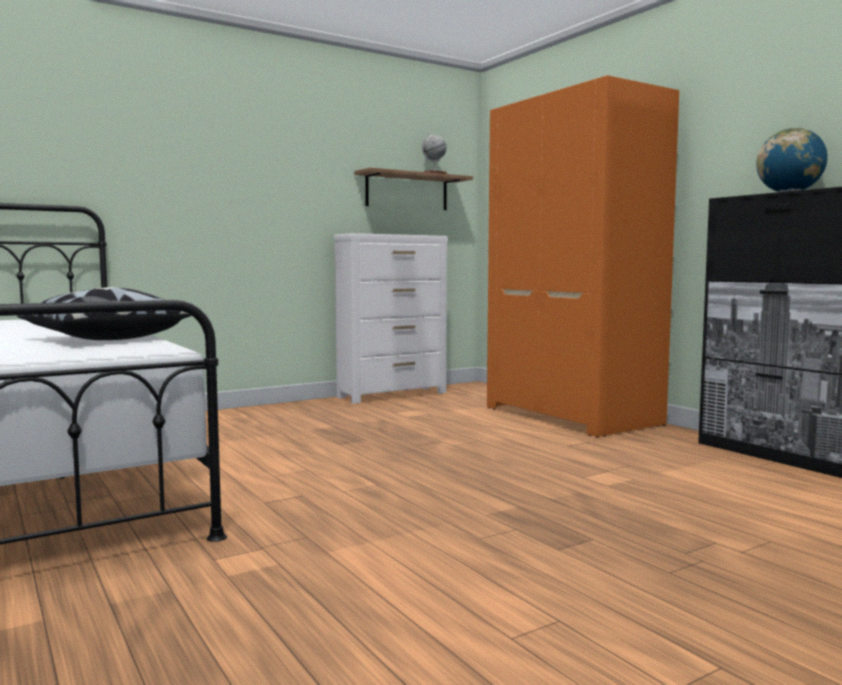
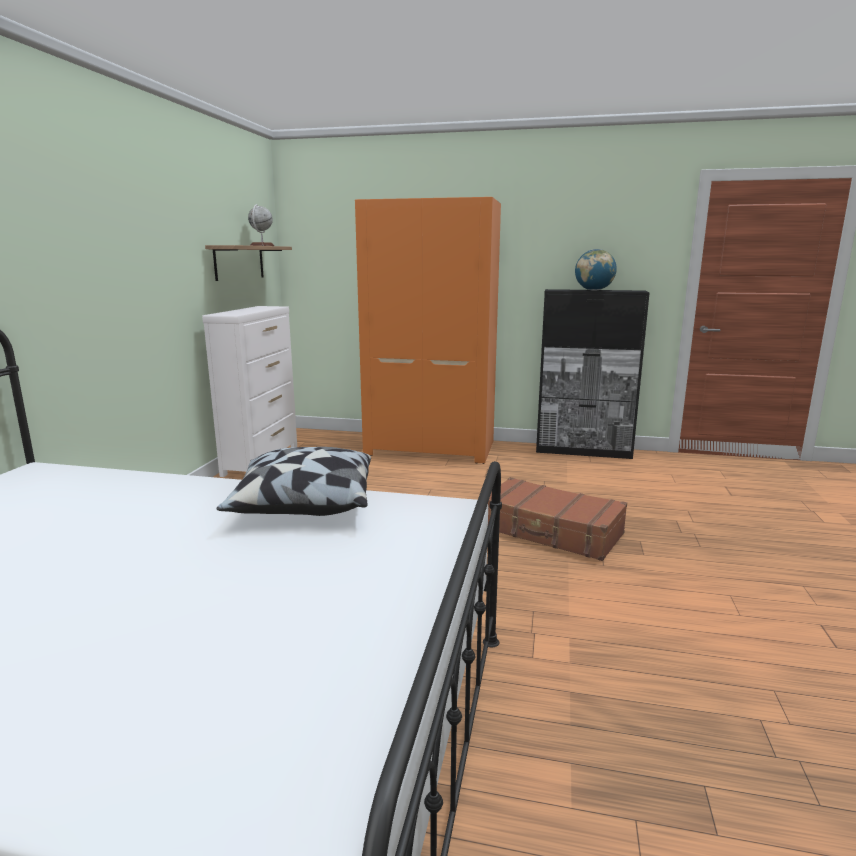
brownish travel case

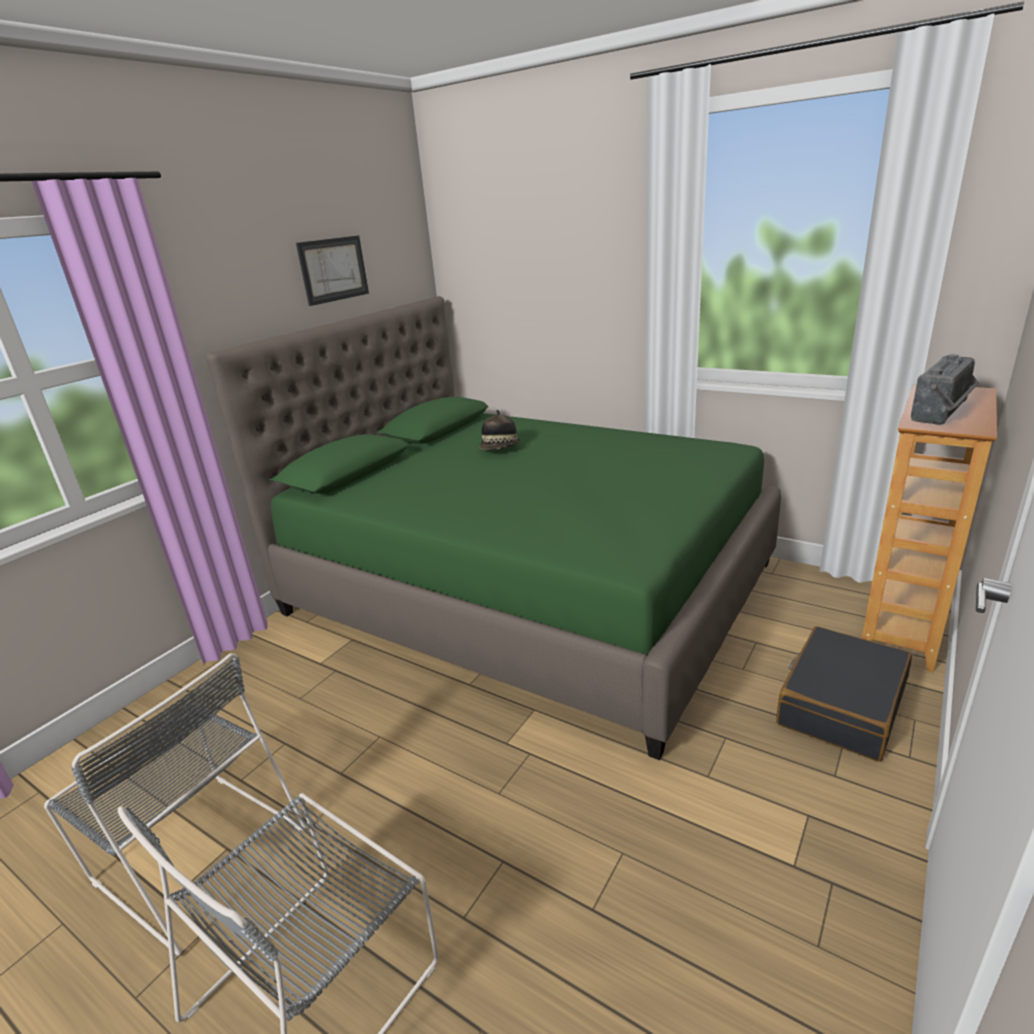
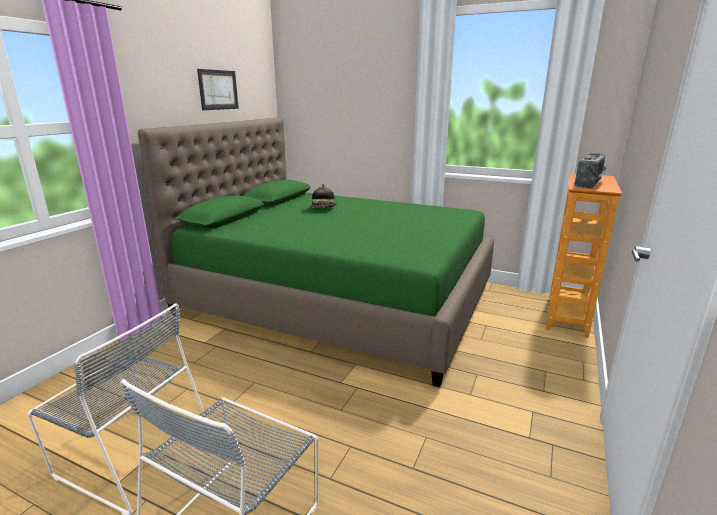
black travel case

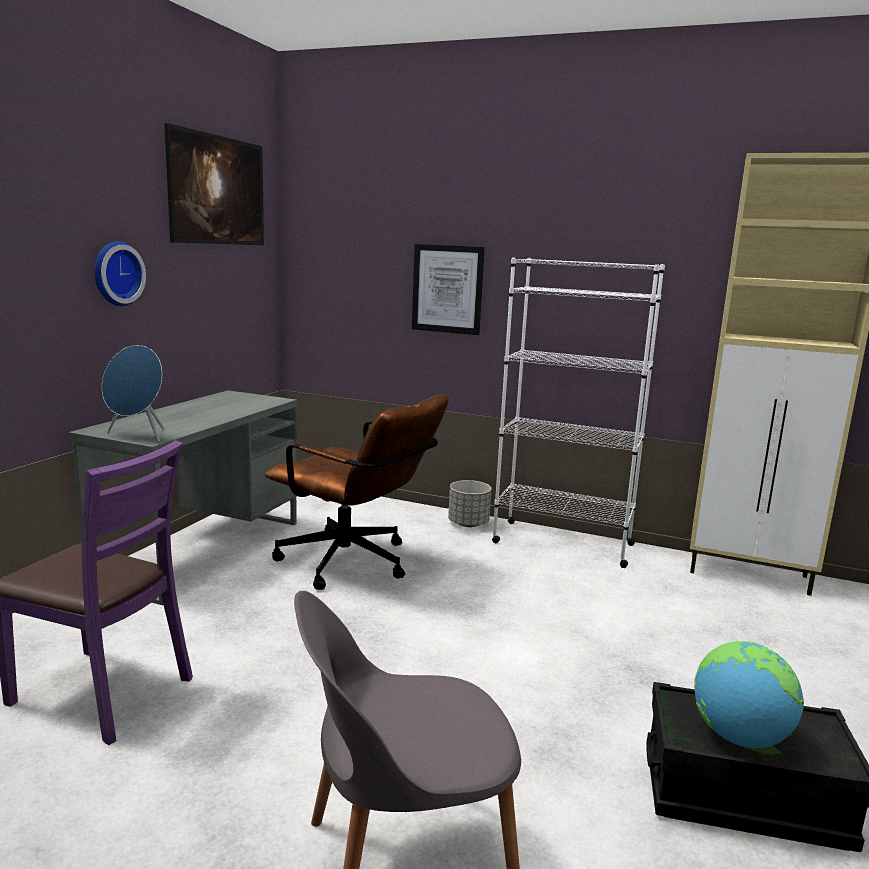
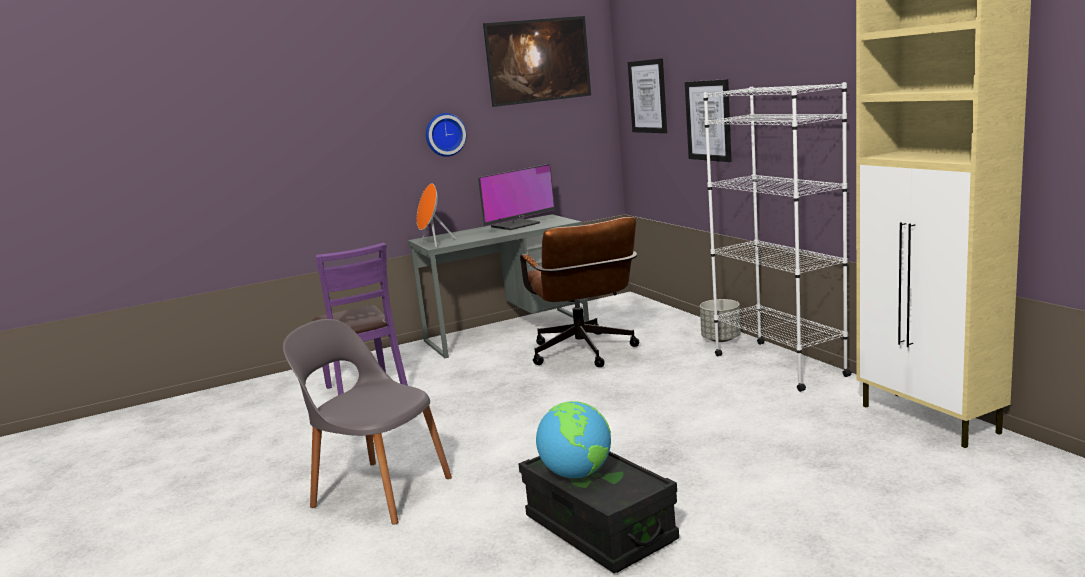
monitor; wall art (no. 2 from left); orange audio speaker

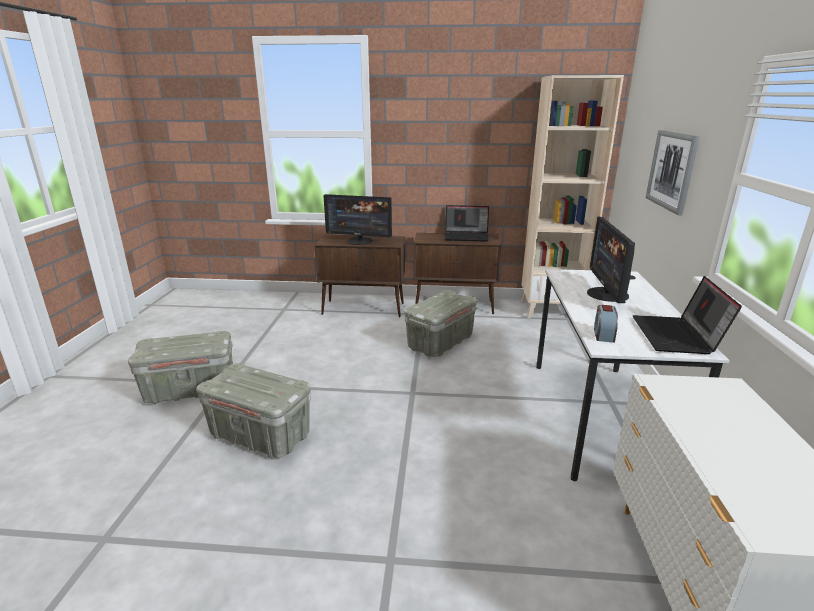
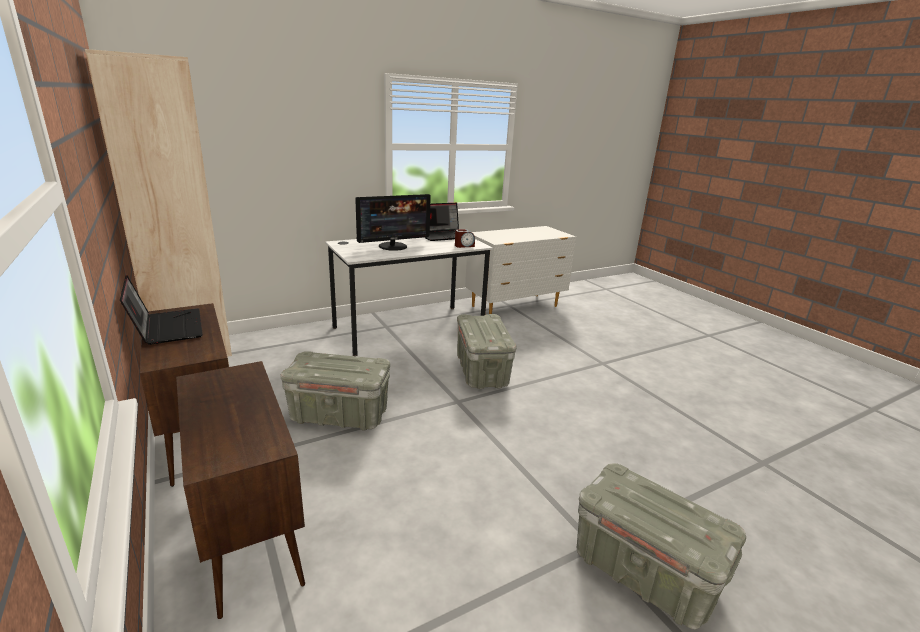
monitor (no. 1 from left in the first image); wall art; grey storage box (no. 2 from left)

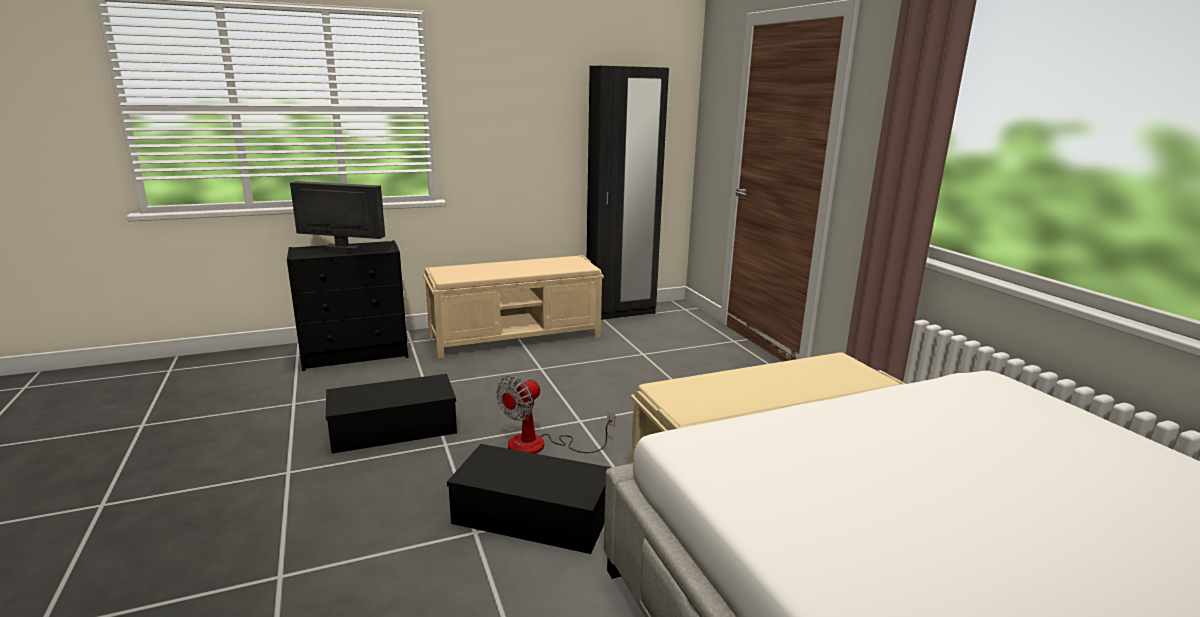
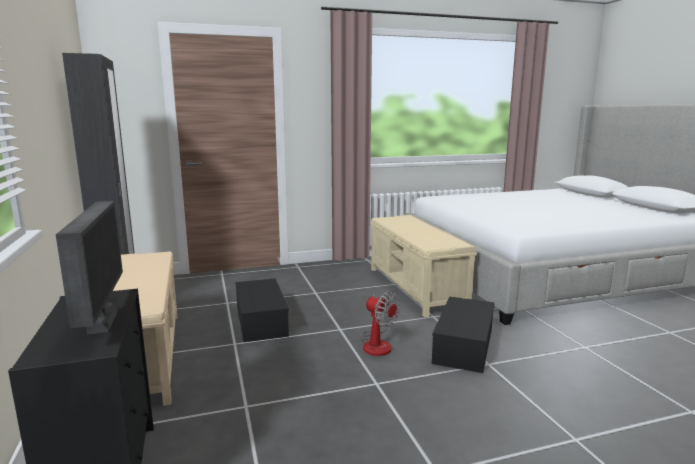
black storage box (no. 1 from left); monitor

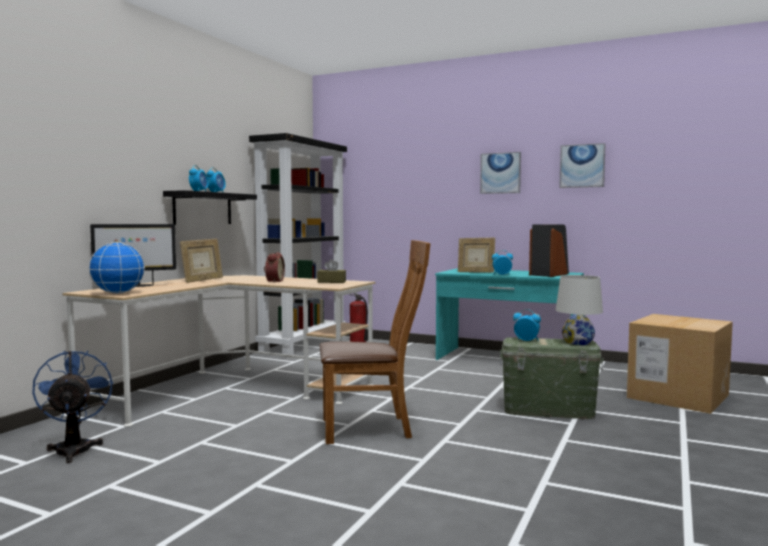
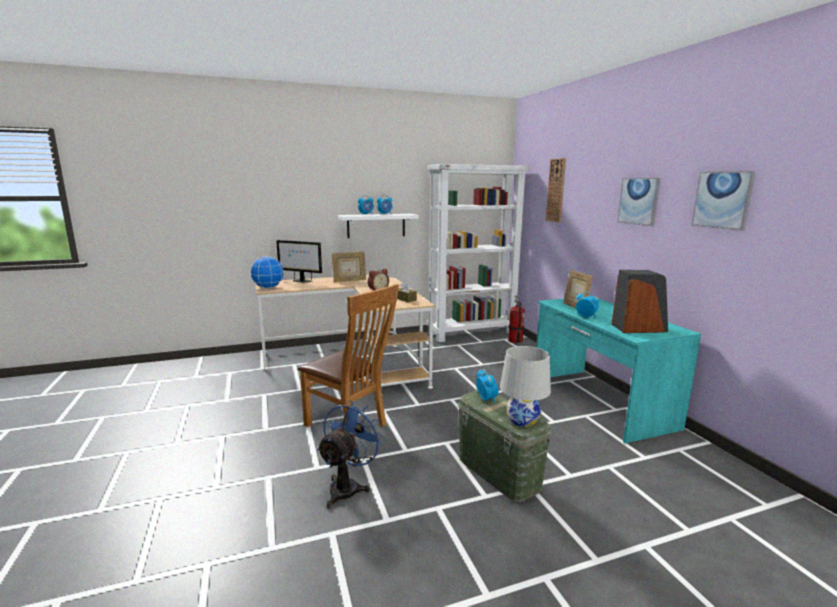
cardboard box; clock on the wall; blue cooling fan; white wall shelf; white bookshelf

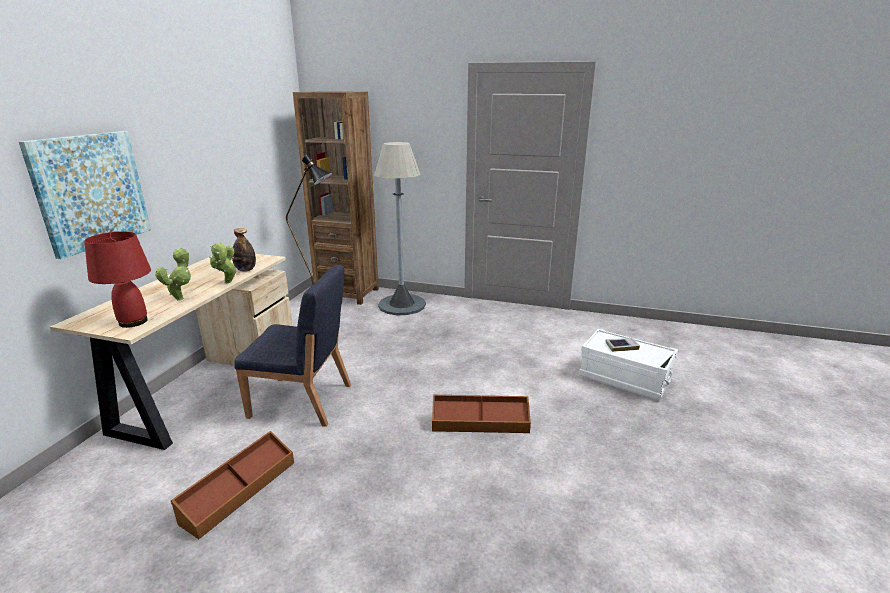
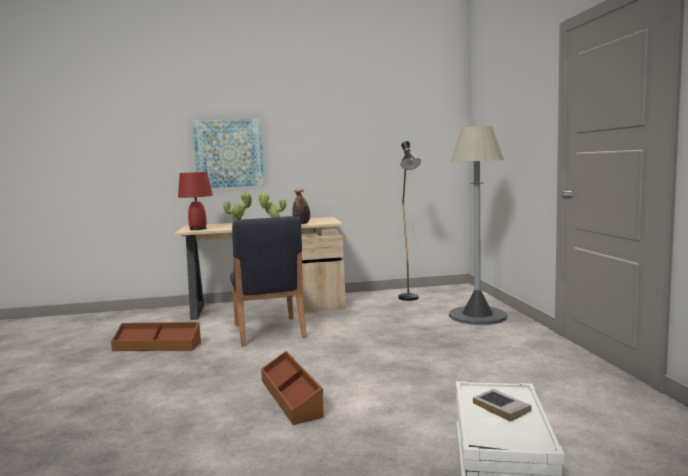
brownish bookshelf

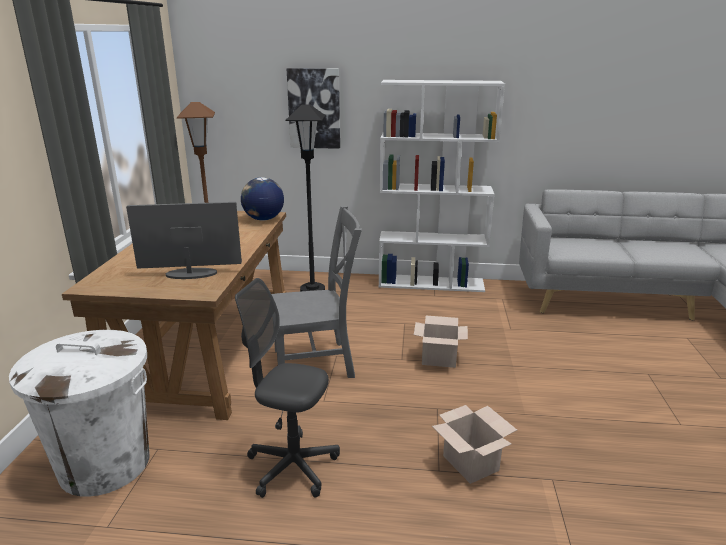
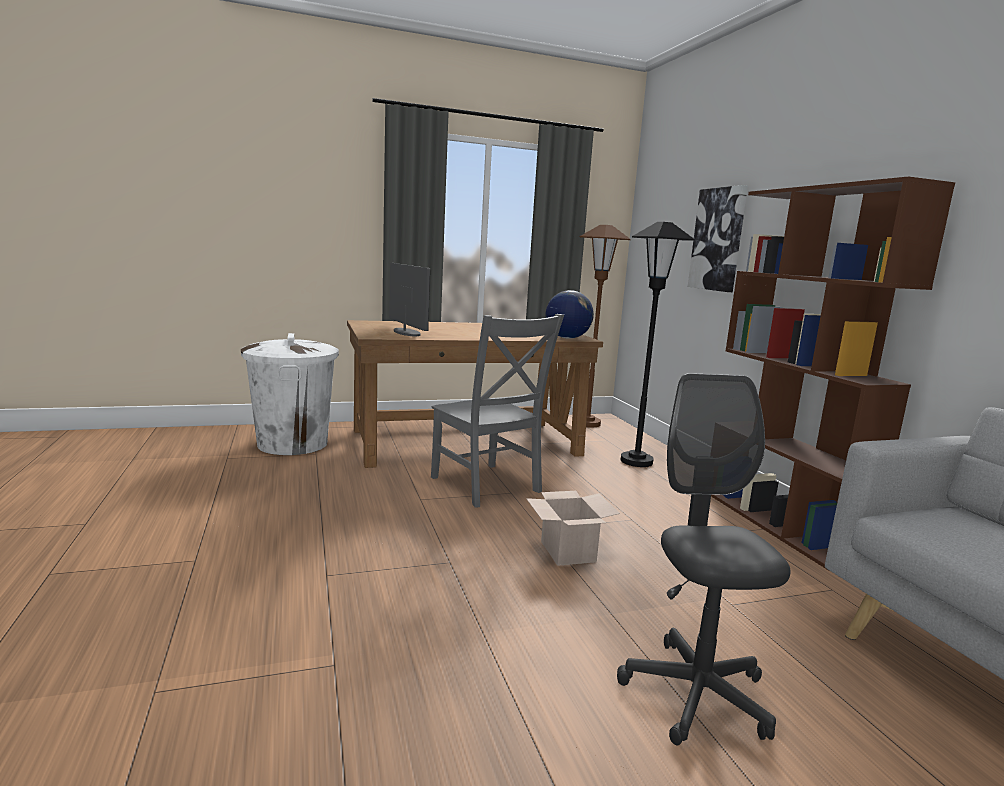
cardboard box (no. 2 from left in the first image); grey computer chair; brownish bookshelf

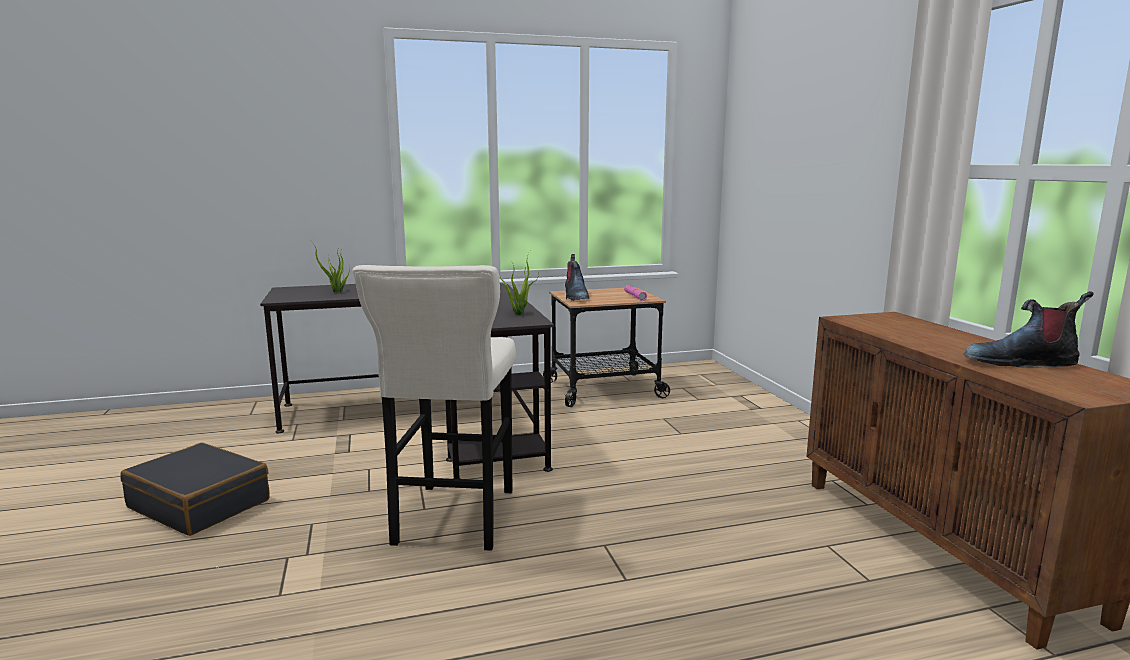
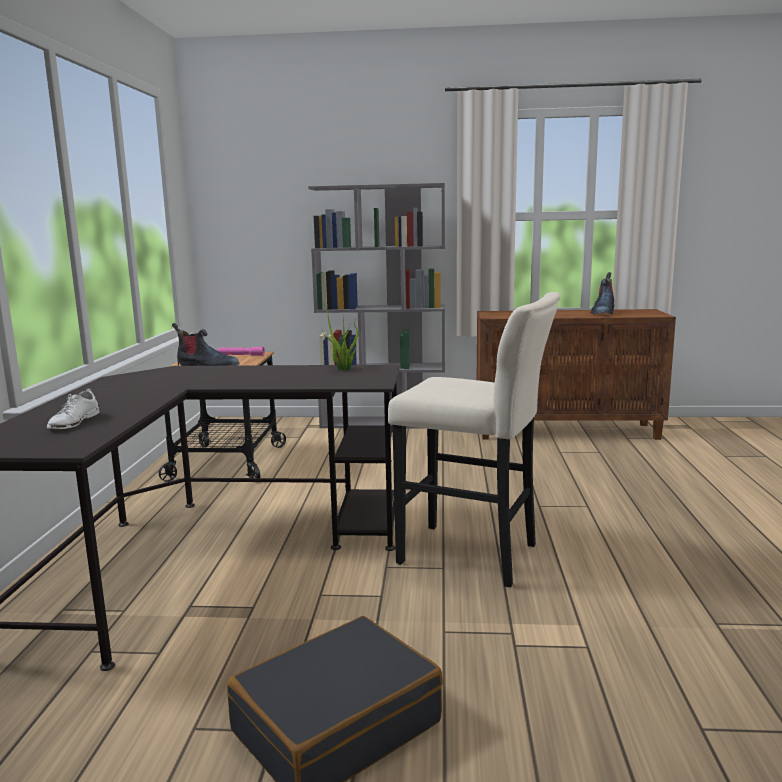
grey bookshelf; white shoe

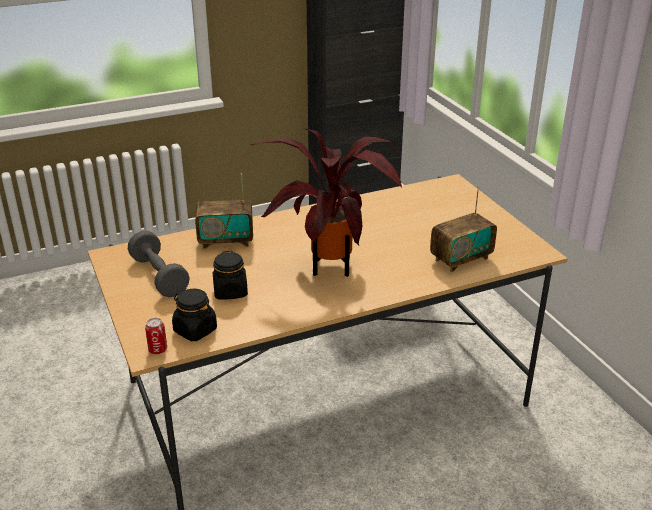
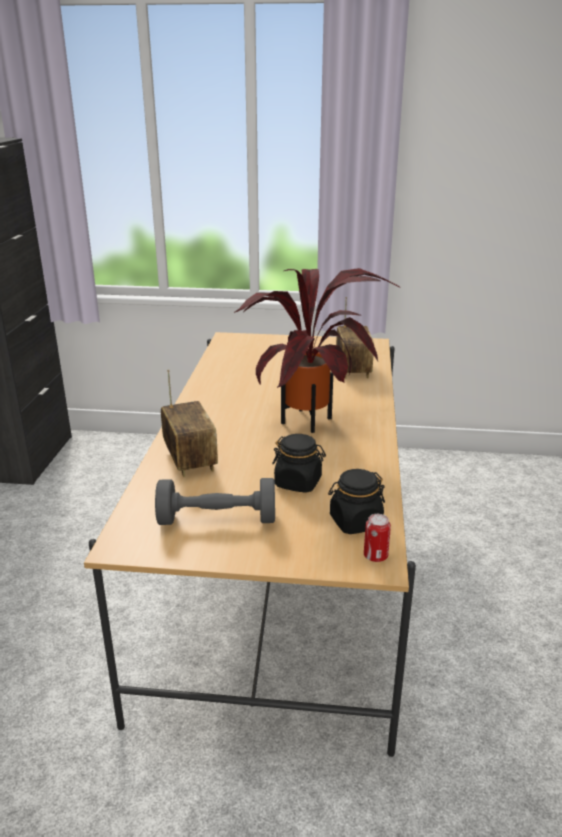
radio set (no. 1 from left)

